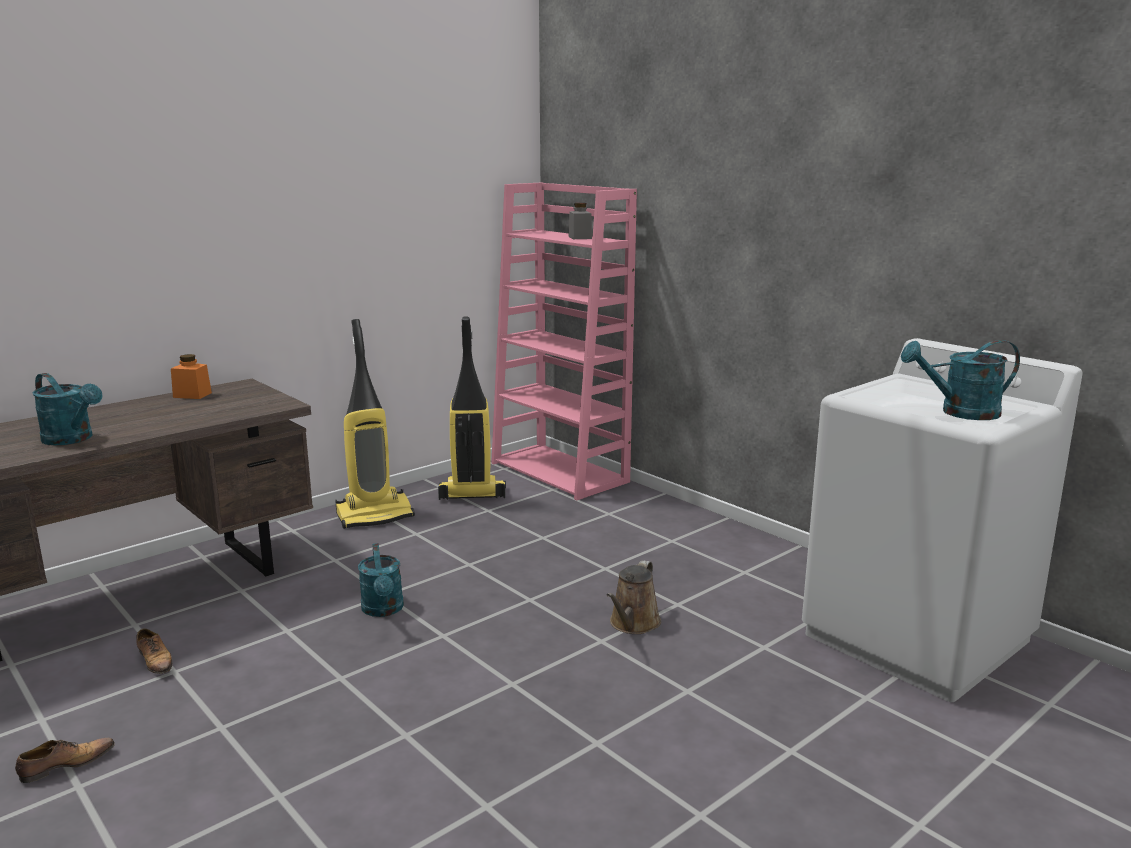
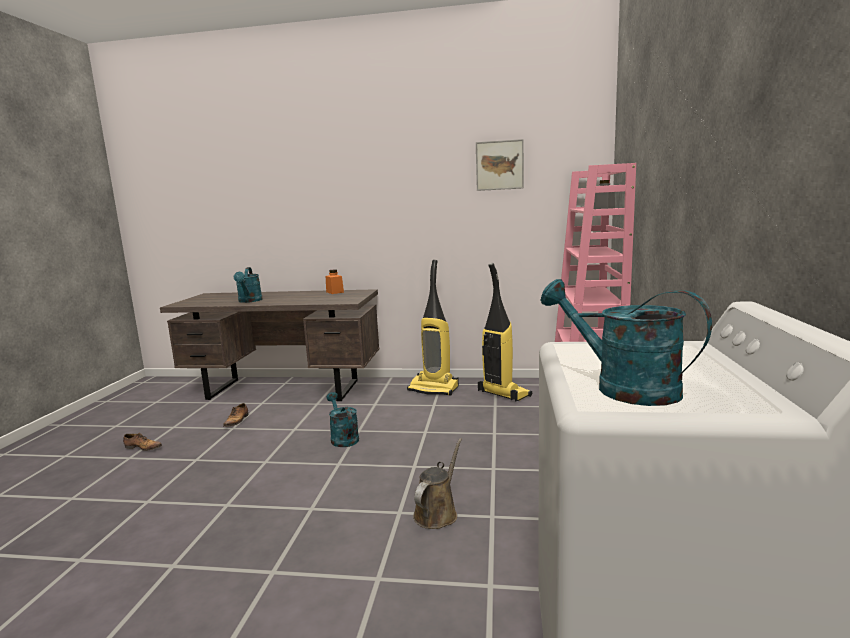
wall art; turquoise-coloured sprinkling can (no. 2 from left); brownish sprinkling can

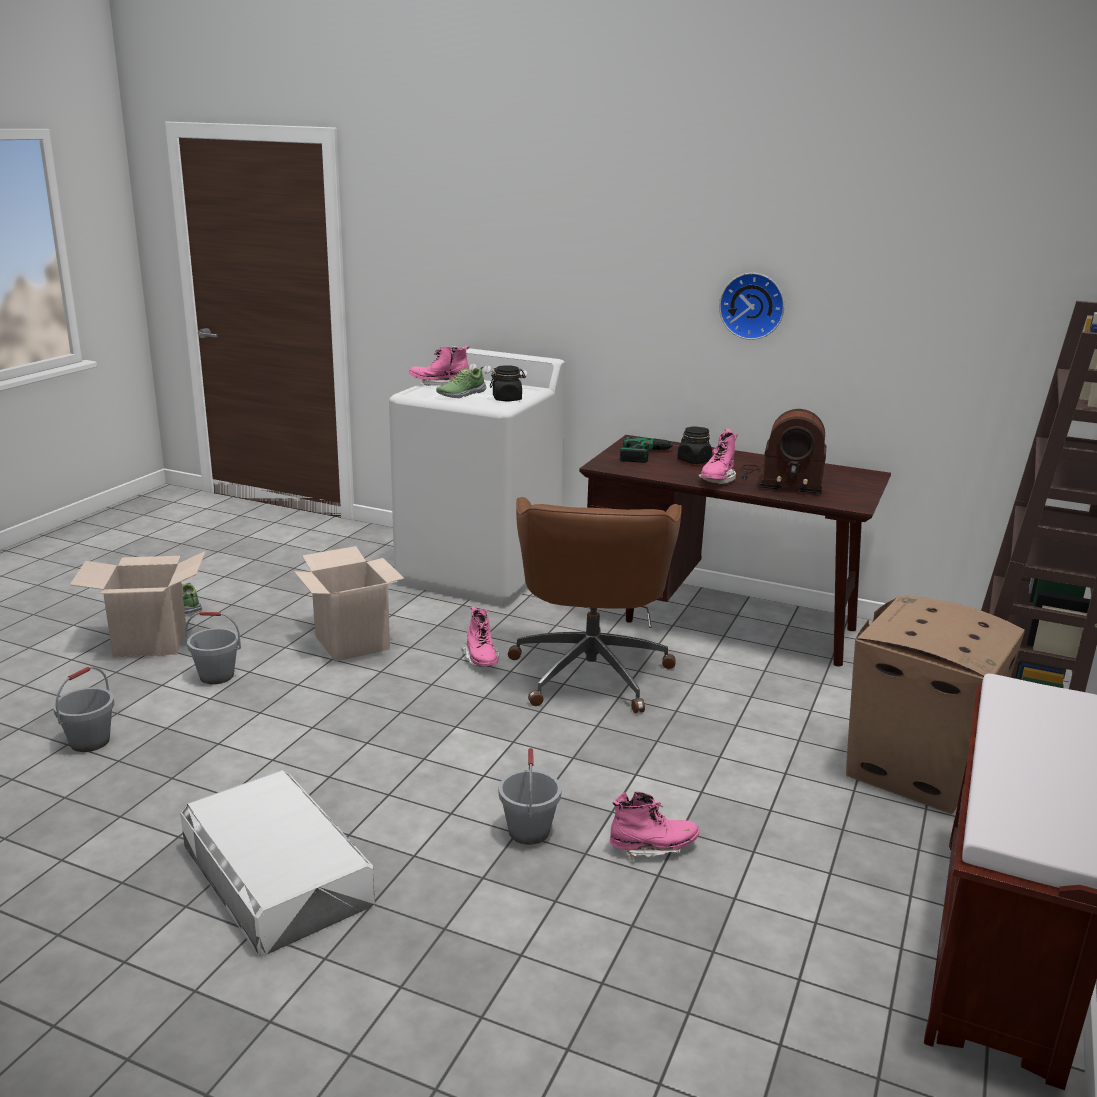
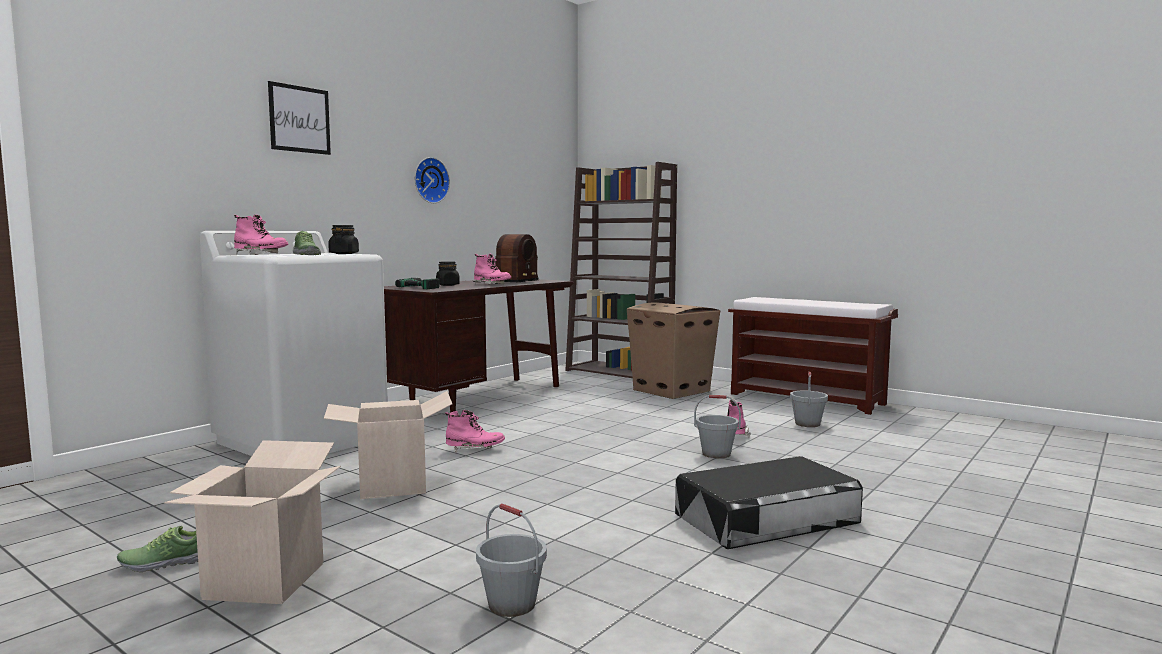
brownish computer chair; wall art; grey bucket (no. 3 from left); black storage box; pinkish tall boot (no. 1 from left)

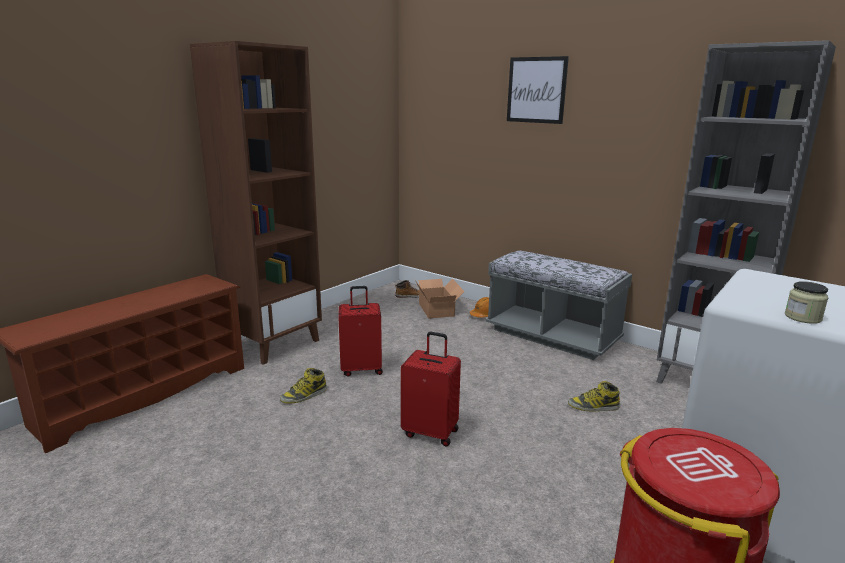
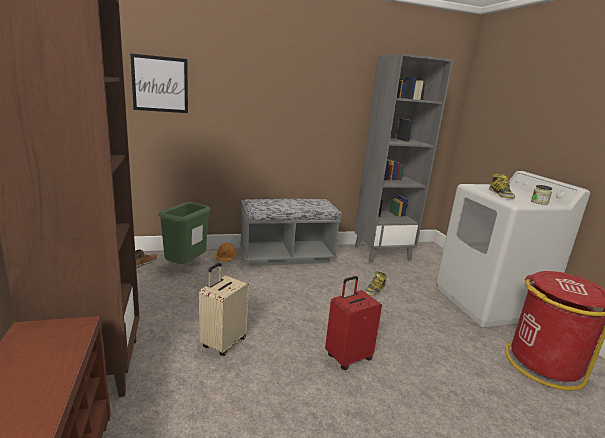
tall boot (no. 3 from left); wall art; green-coloured waste bin; beige travel case

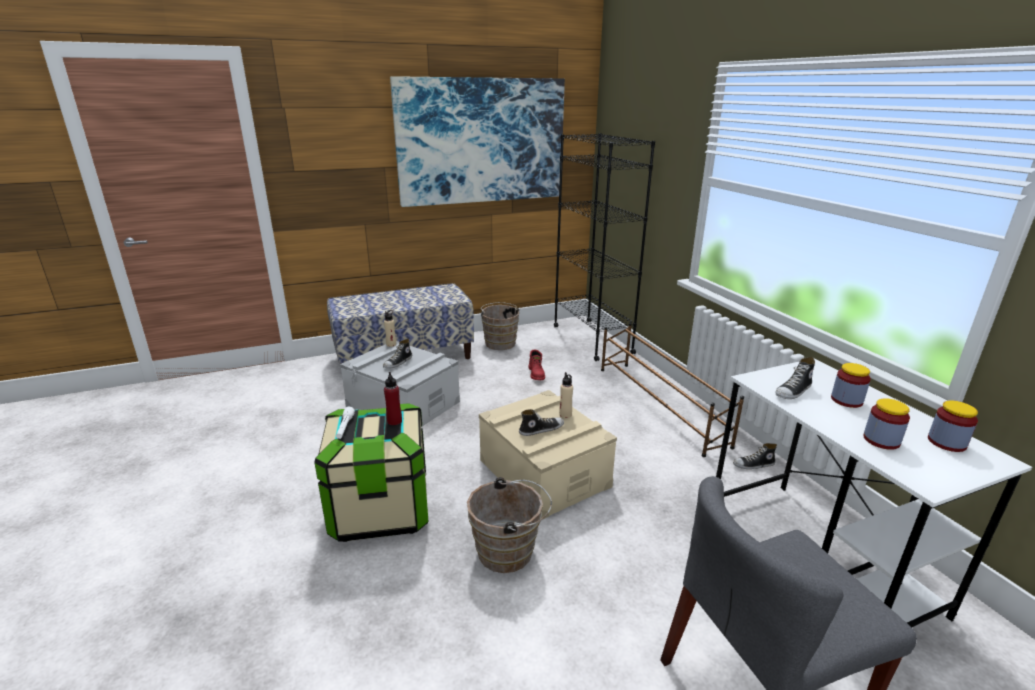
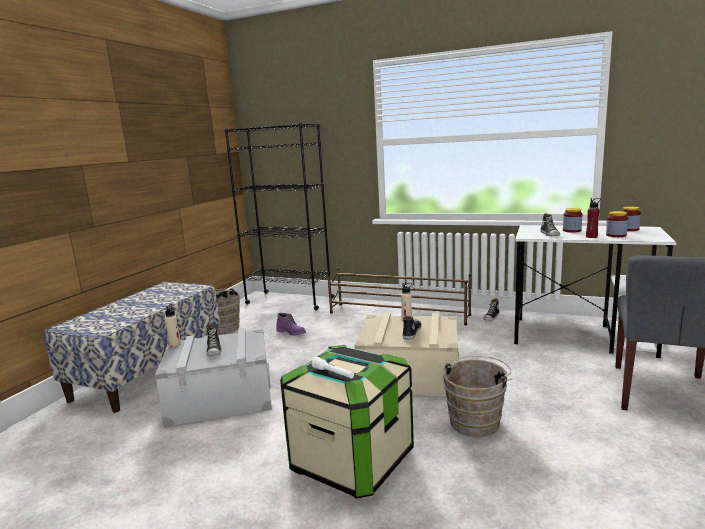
wall art; red-coloured beverage bottle; purplish tall boot

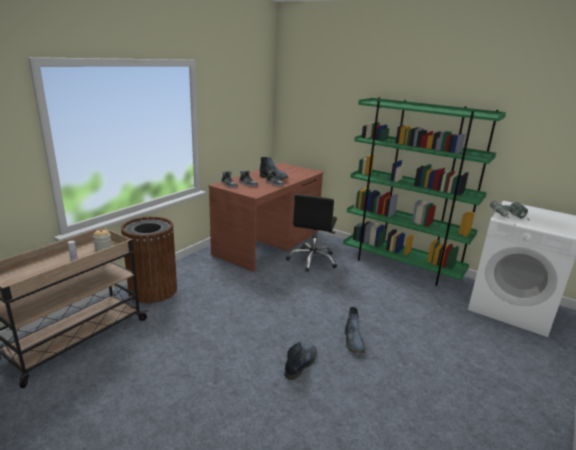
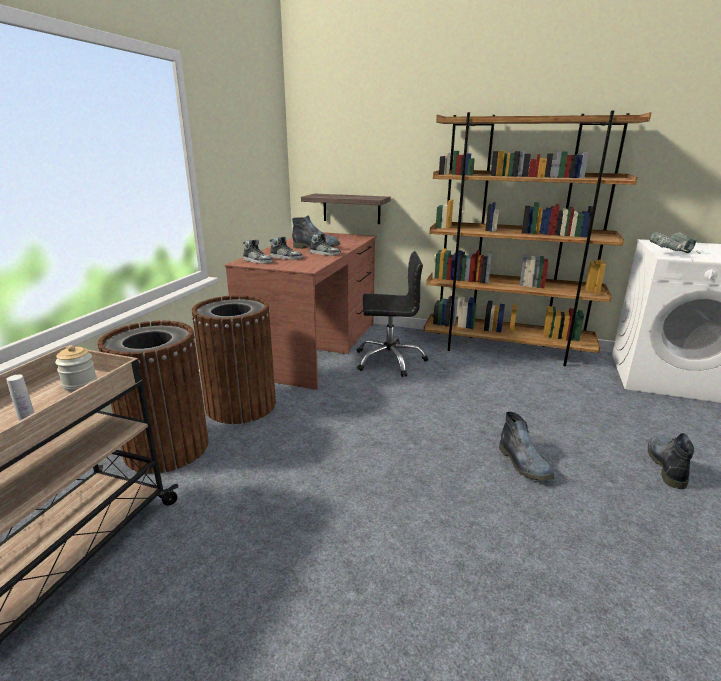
brownish waste bin (no. 2 from left); wall shelf; tall boot (no. 3 from left); brownish bookshelf; black computer chair

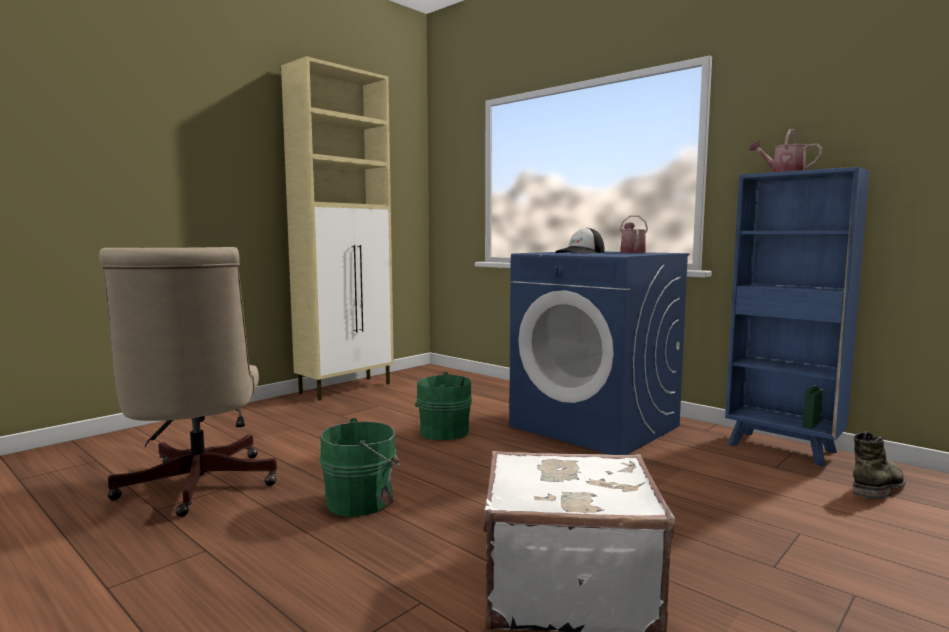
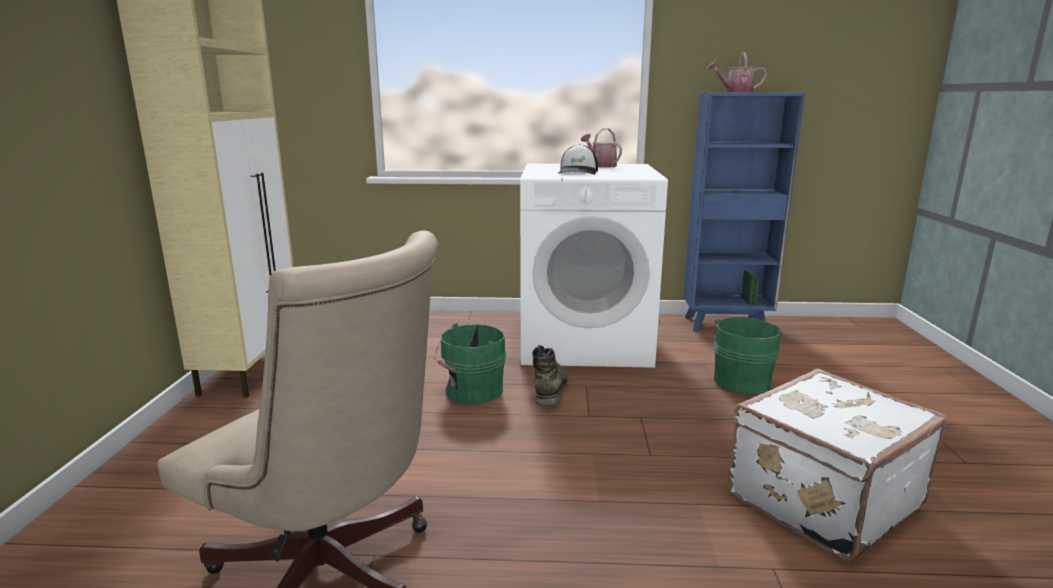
green-coloured bucket (no. 2 from left); green-coloured tall boot; white laundry appliance

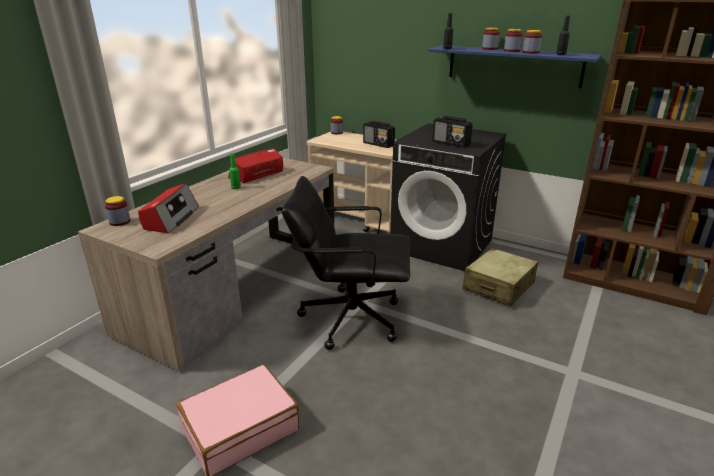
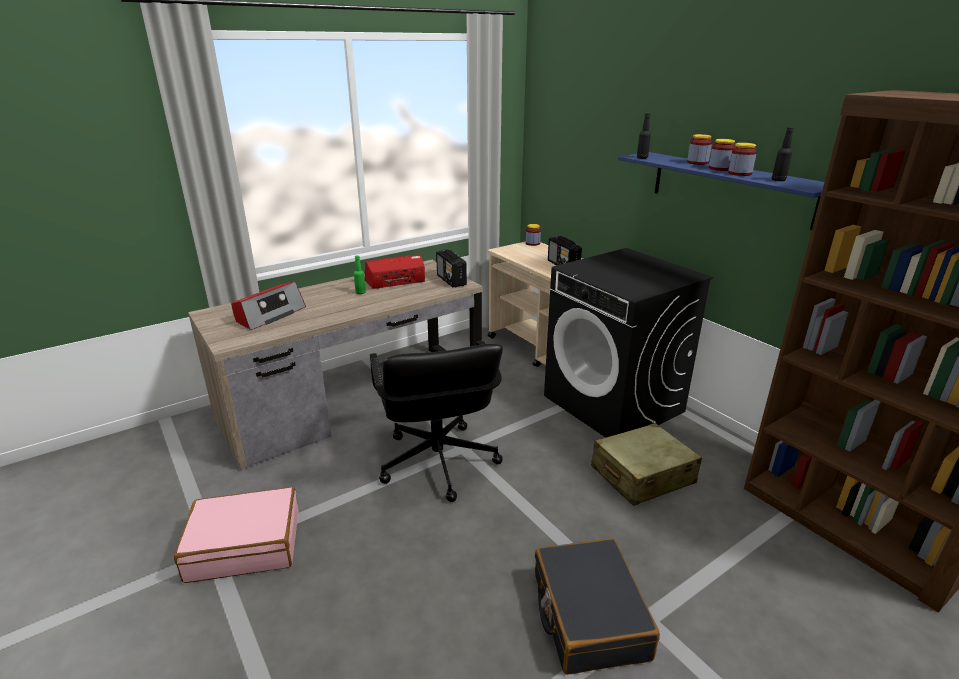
preserve jar (no. 1 from left in the first image); black travel case; radio set (no. 3 from left); black computer chair

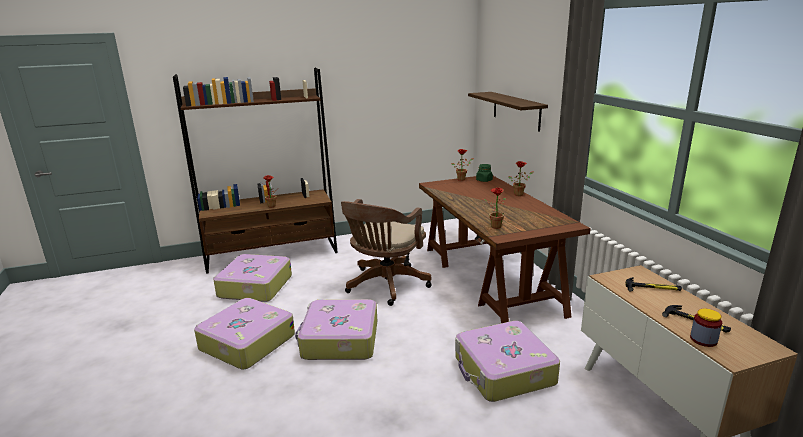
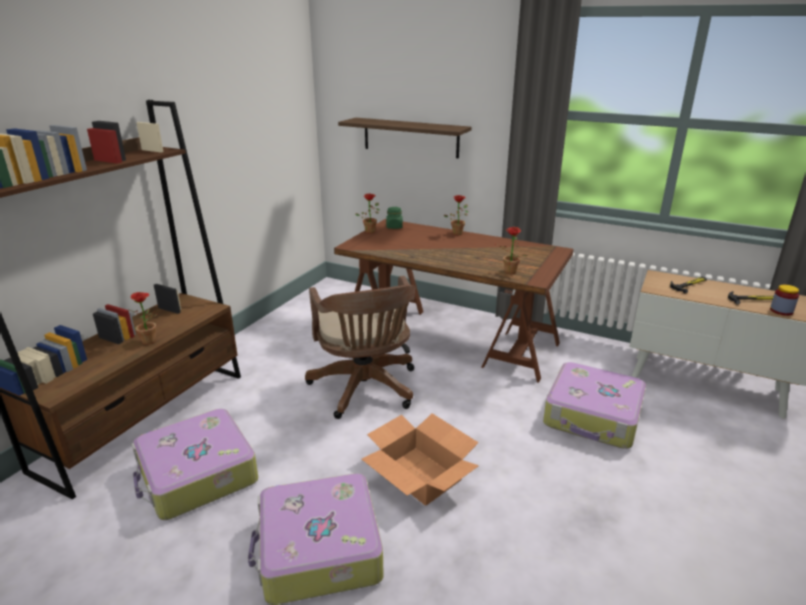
cardboard box

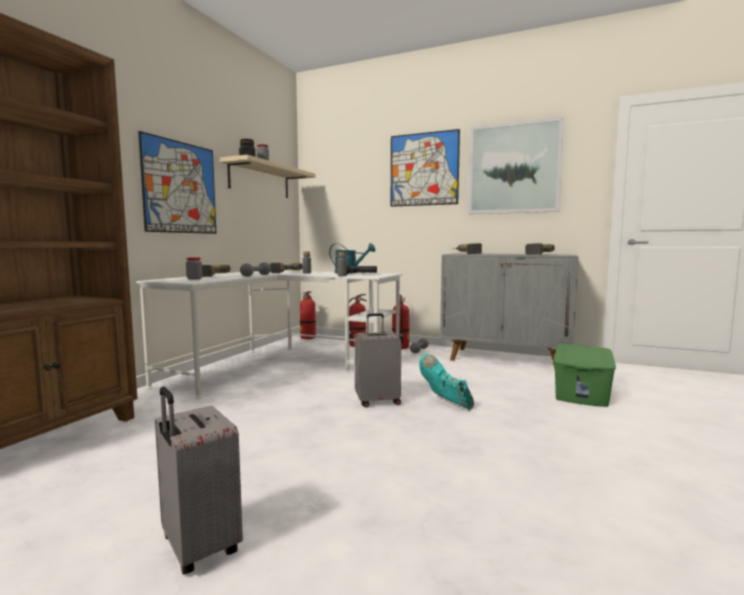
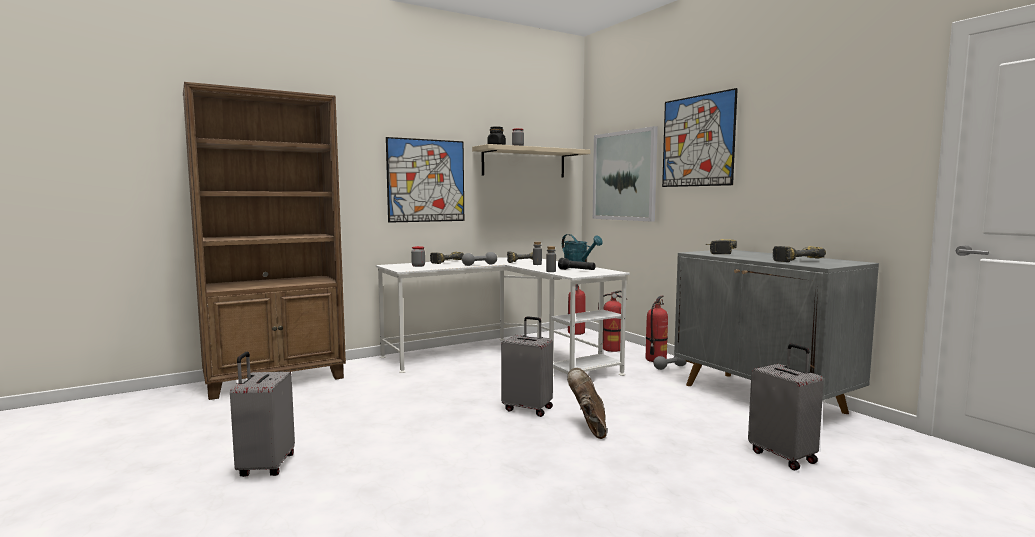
wall art (no. 2 from left); grey travel case (no. 3 from left); brownish tall boot

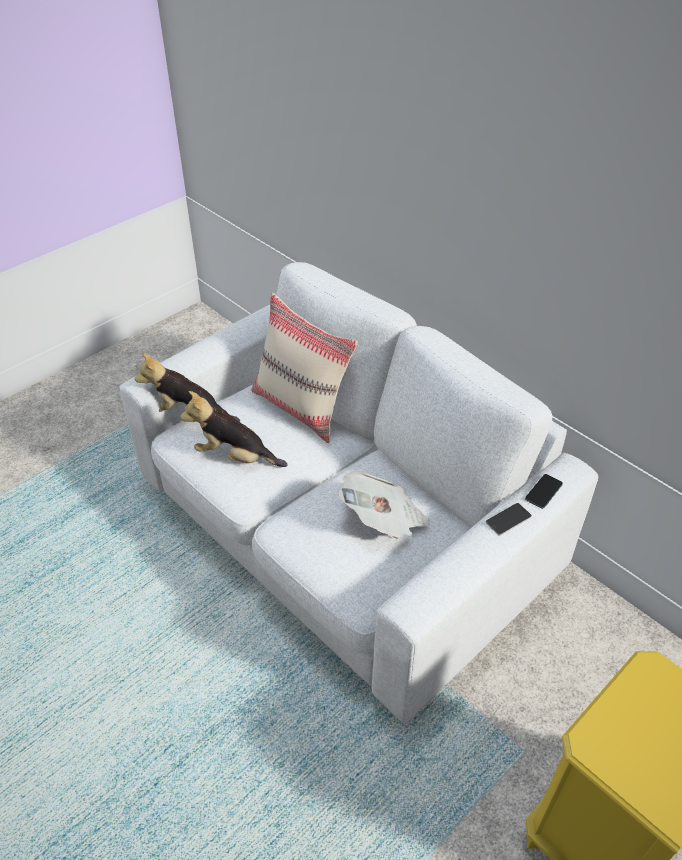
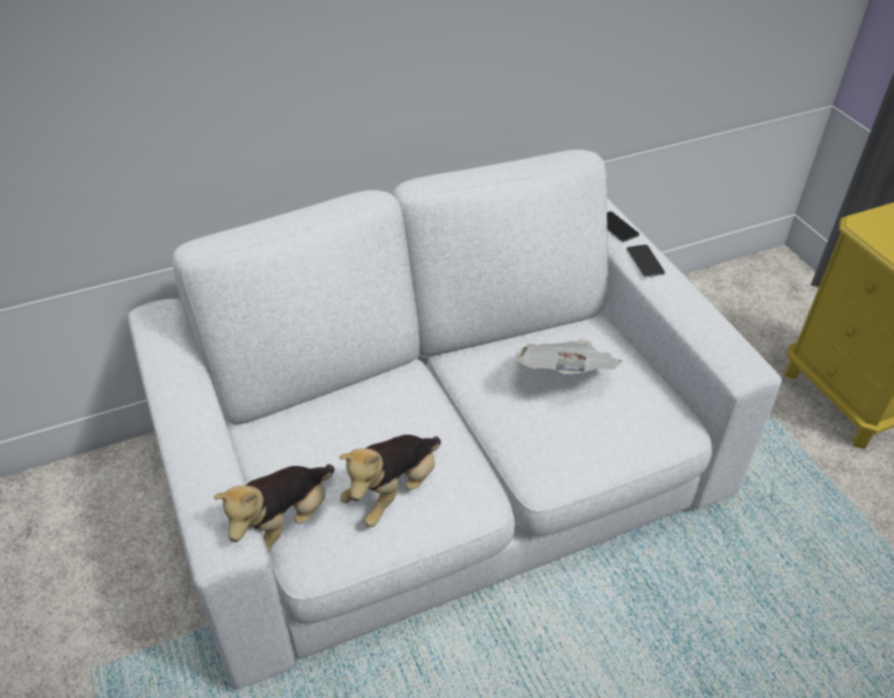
beige pillow

